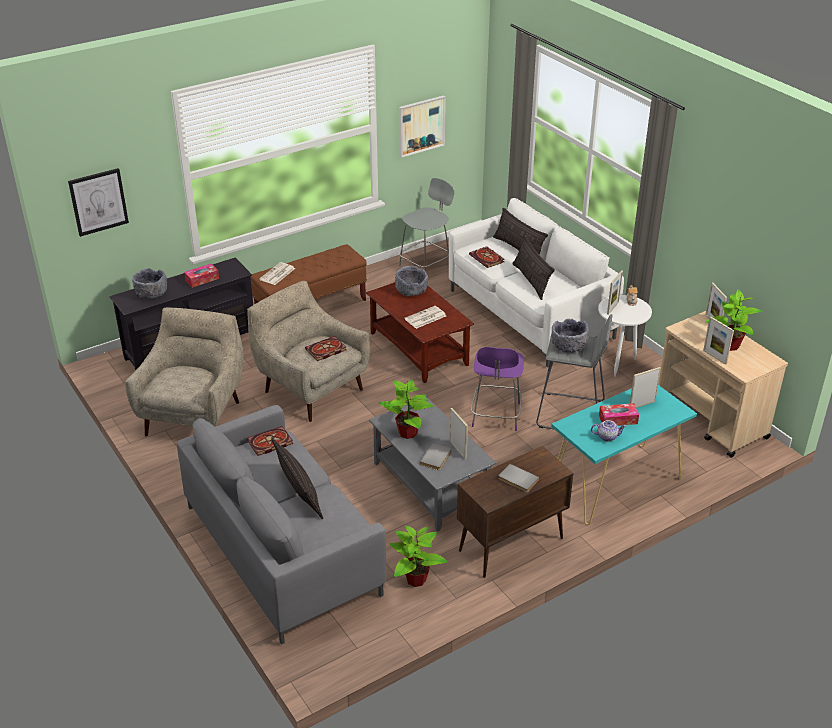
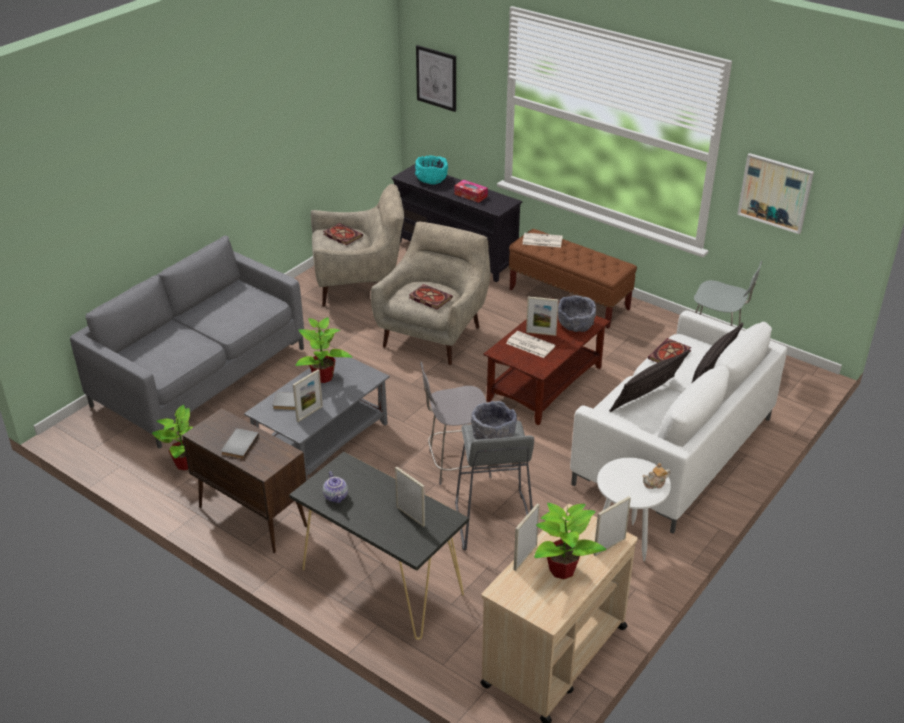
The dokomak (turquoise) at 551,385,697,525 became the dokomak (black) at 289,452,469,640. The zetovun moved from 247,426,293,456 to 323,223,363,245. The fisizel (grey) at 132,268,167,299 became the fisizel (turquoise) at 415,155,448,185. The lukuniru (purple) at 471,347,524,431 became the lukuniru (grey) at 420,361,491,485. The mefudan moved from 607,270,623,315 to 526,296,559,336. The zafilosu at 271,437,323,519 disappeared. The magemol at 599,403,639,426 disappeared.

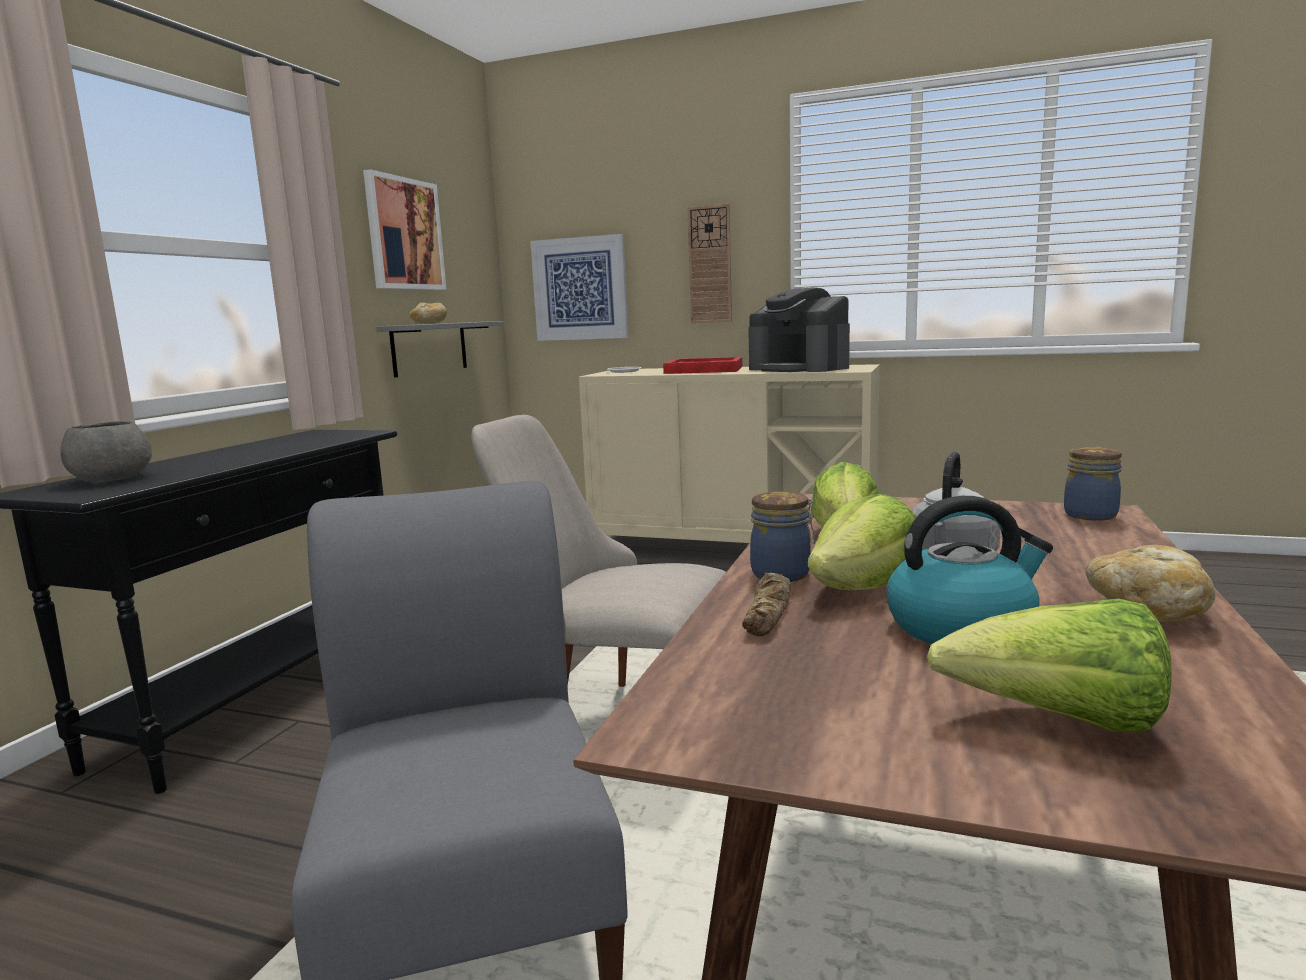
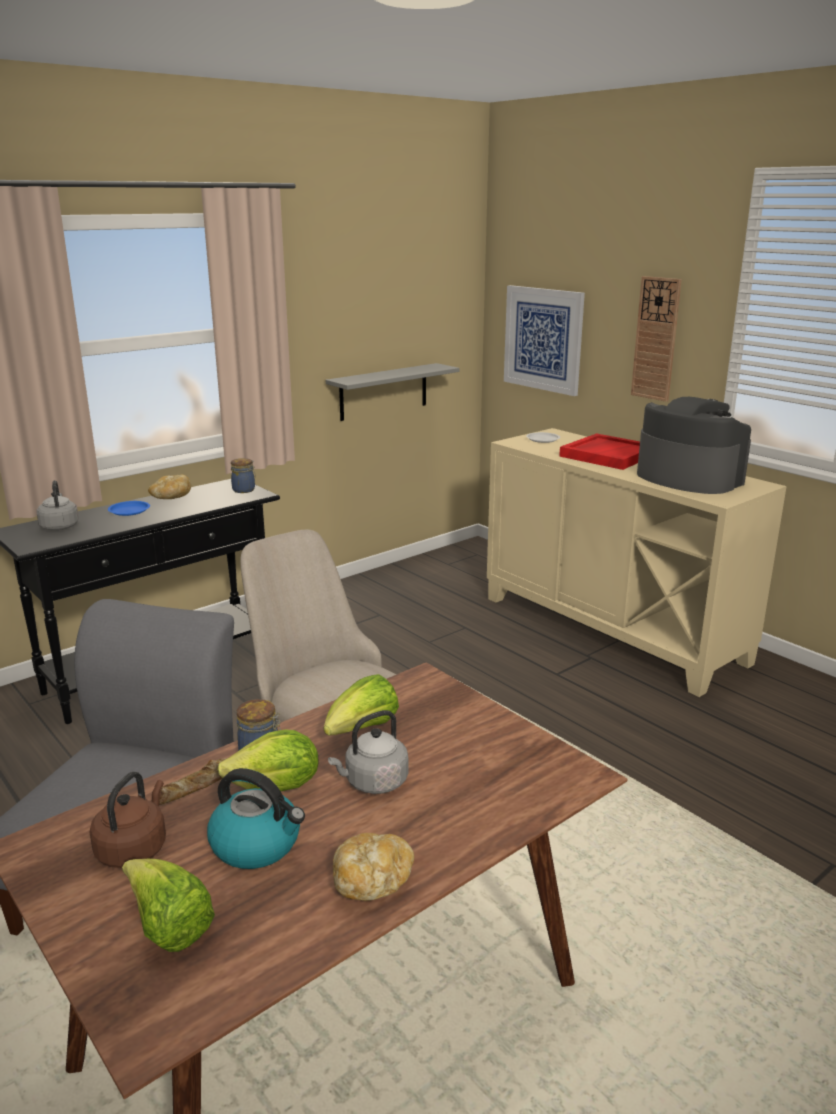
The fisizel (grey) at 60,421,152,482 was replaced by the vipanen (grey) at 36,480,79,530. The vipanen (brown) at 89,772,166,868 appeared. The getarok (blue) at 108,501,150,516 appeared. The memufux moved from 409,303,447,324 to 148,475,191,499. The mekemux moved from 1064,447,1122,521 to 231,458,256,493. The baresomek at 748,287,850,372 turned 150 degrees clockwise. The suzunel at 363,169,446,290 disappeared.

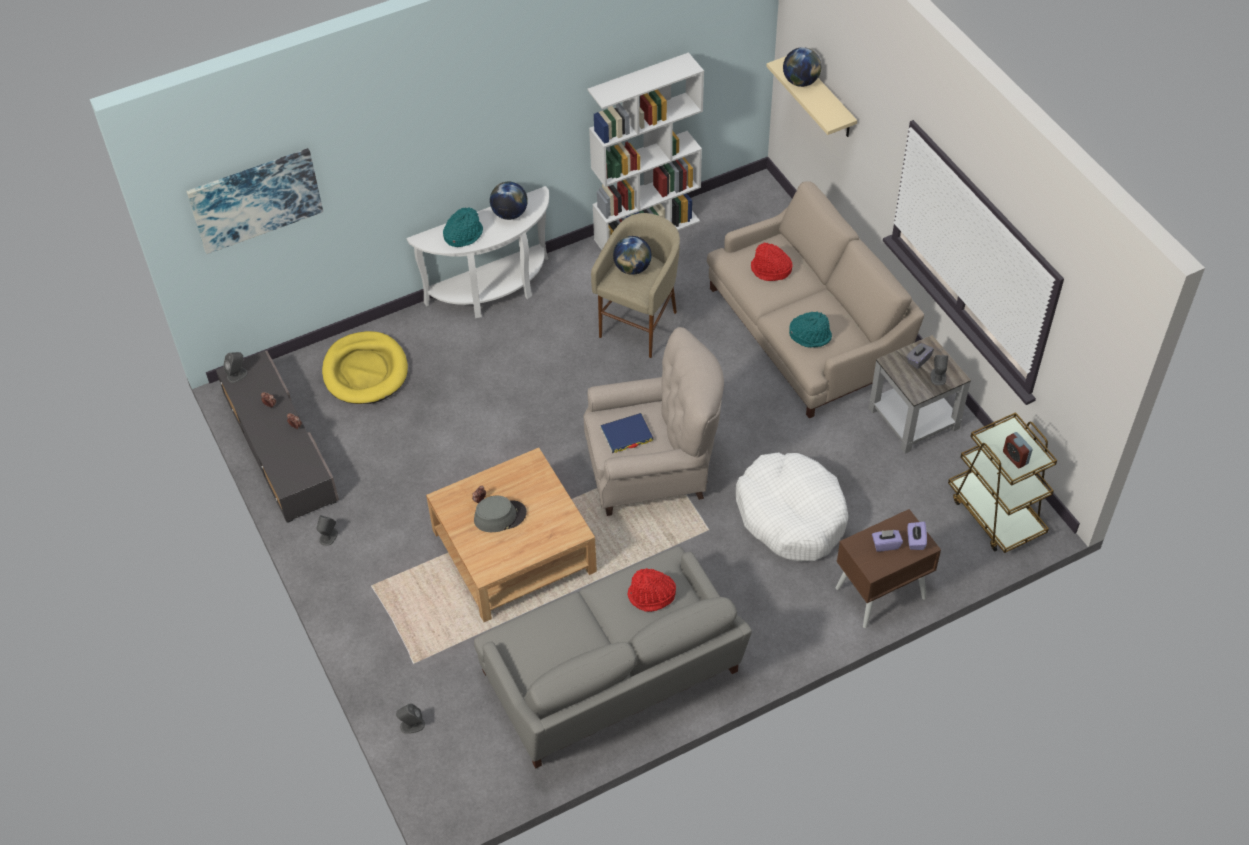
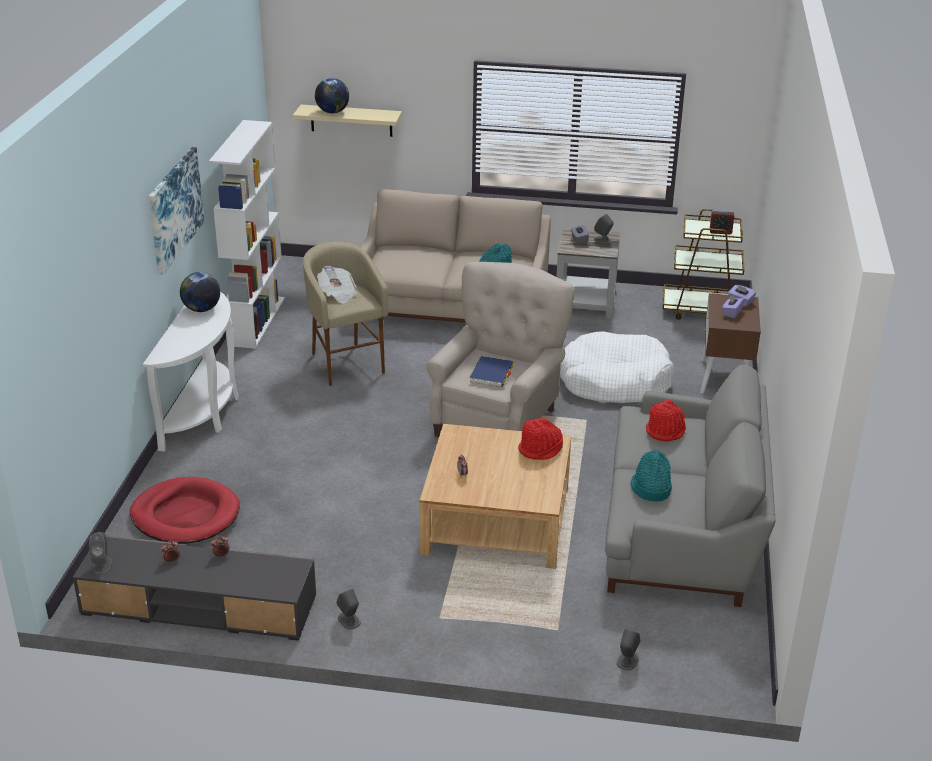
The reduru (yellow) at 322,331,408,404 became the reduru (red) at 130,477,240,544. The suzunel moved from 186,148,323,254 to 148,147,204,275. The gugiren at 613,236,652,275 was replaced by the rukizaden at 317,266,358,304. The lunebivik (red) moved from 751,243,793,281 to 518,418,563,460. The lunebivik (turquoise) moved from 443,207,483,247 to 631,449,672,501. The lunebivik (grey) at 474,495,527,532 disappeared.

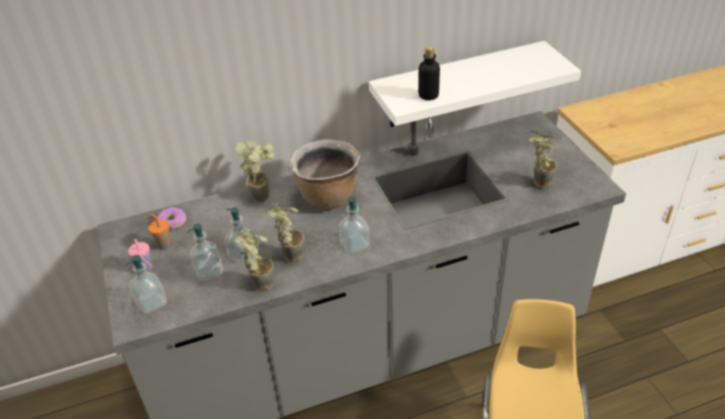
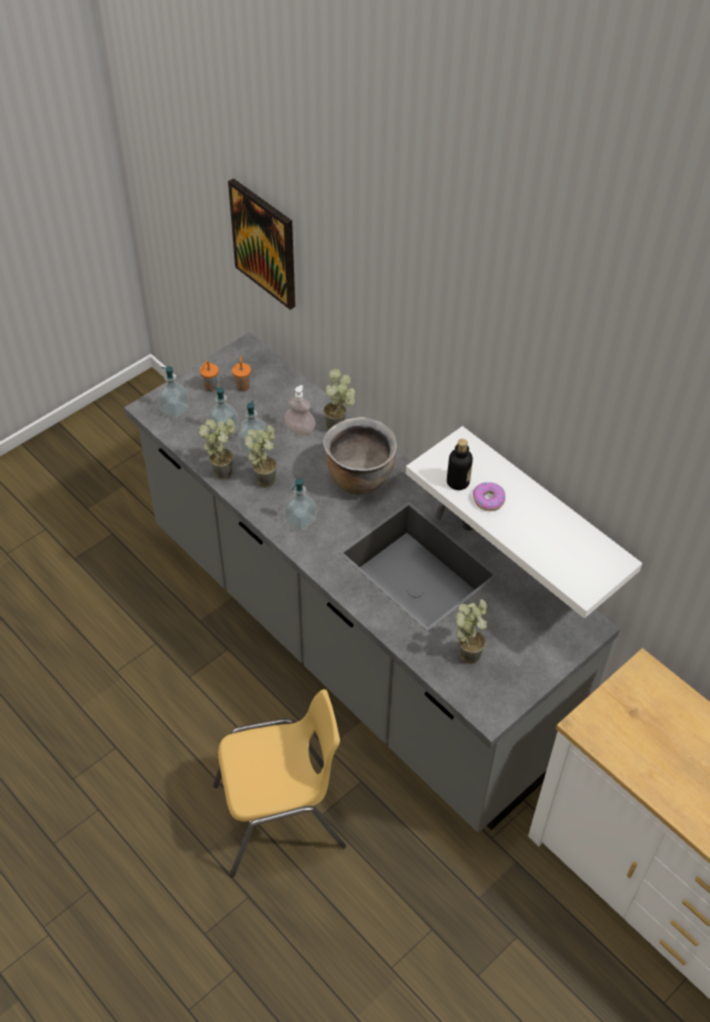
The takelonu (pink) at 128,239,152,272 became the takelonu (orange) at 200,361,219,392. The suzunel at 228,178,295,310 appeared. The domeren at 284,385,316,435 appeared. The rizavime moved from 157,207,186,229 to 473,482,505,511.

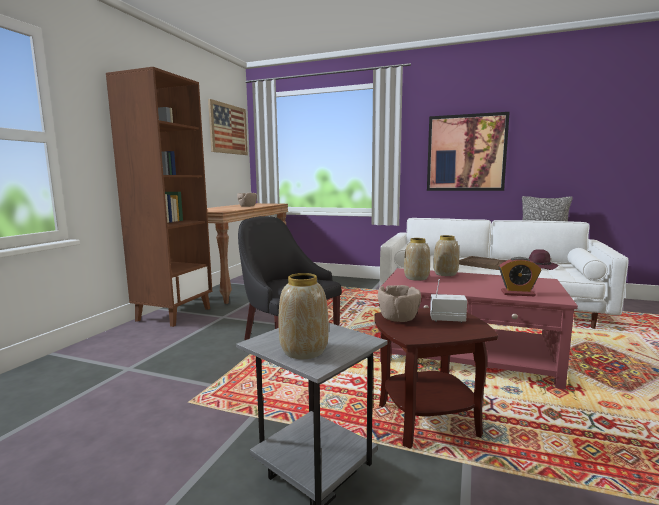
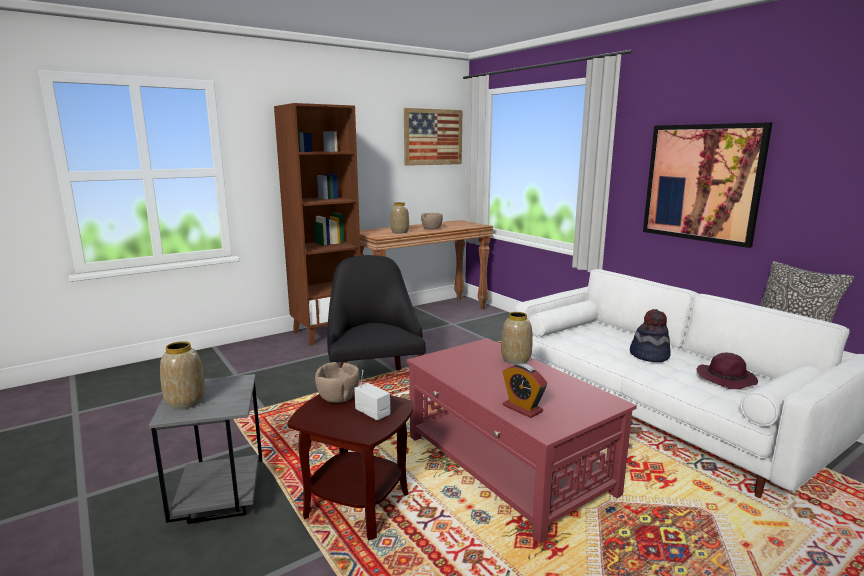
The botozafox moved from 404,238,430,281 to 390,202,409,233. The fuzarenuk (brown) at 459,256,507,270 was replaced by the lunebivik at 630,309,671,362.

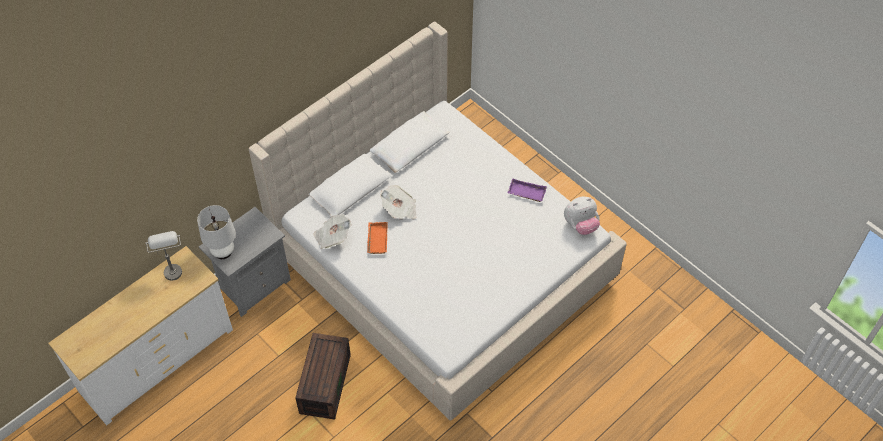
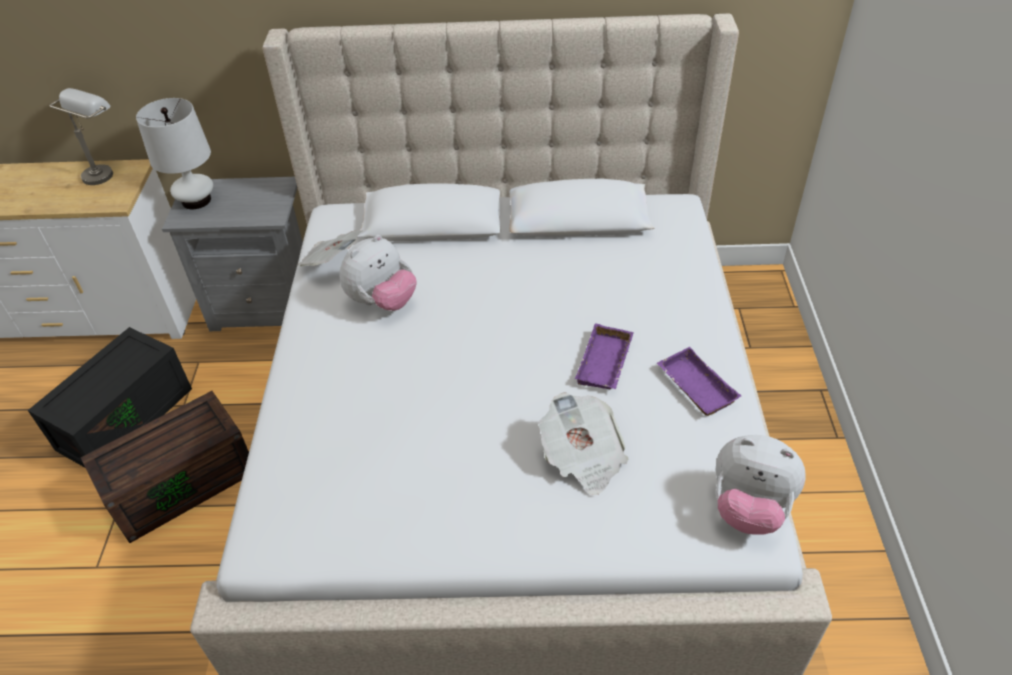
The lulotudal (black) at 28,327,192,468 appeared. The fuzarenuk (orange) at 367,222,388,254 was replaced by the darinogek at 339,235,416,311. The rukizaden moved from 380,185,416,220 to 539,392,629,495. The fuzarenuk (purple) at 575,323,634,389 appeared.

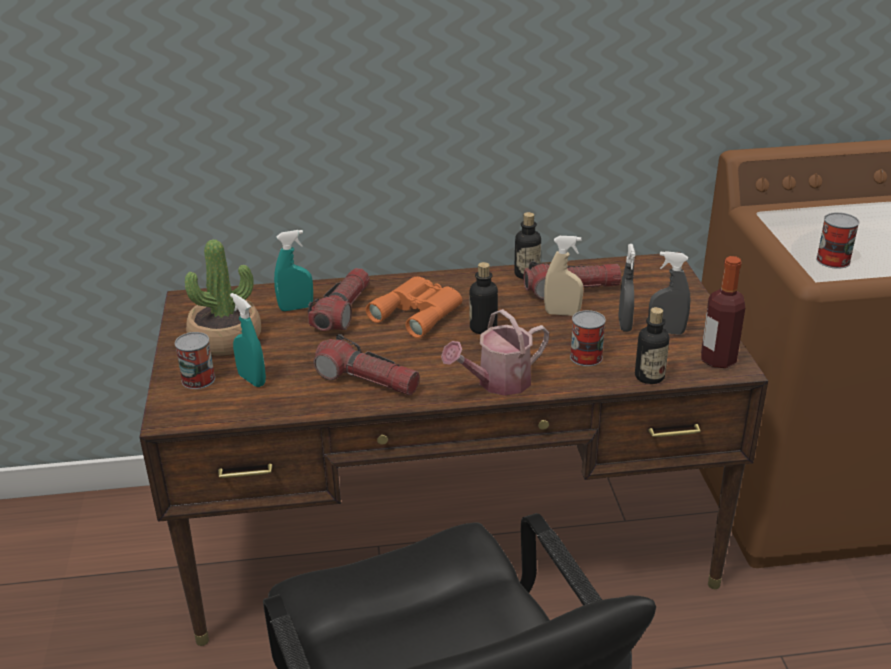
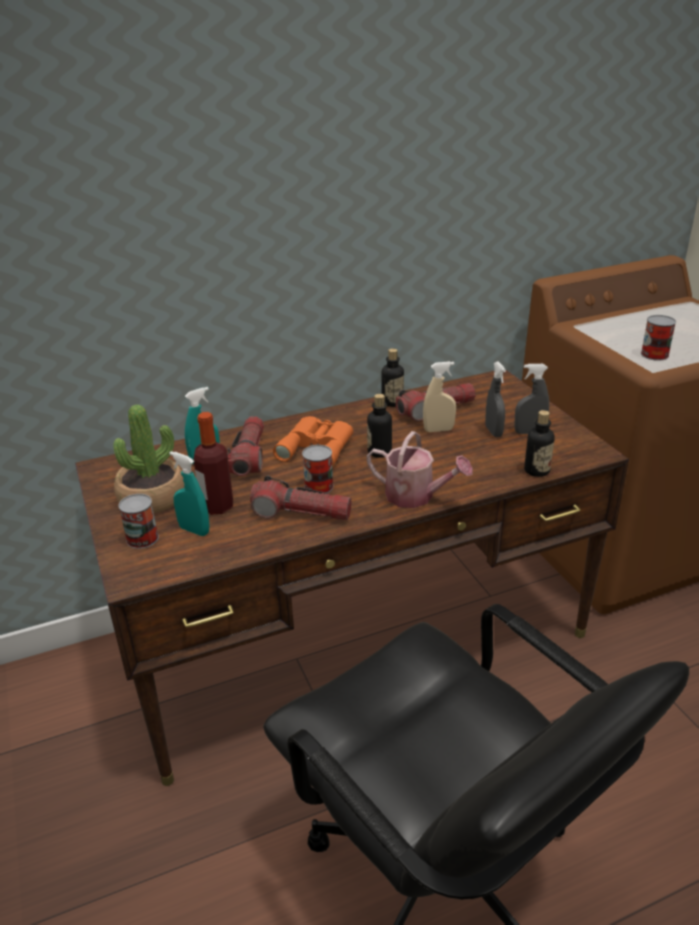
The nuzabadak moved from 701,256,745,368 to 193,412,233,515. The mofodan moved from 570,310,606,366 to 302,445,334,494. The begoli at 441,309,549,396 turned 105 degrees counterclockwise.

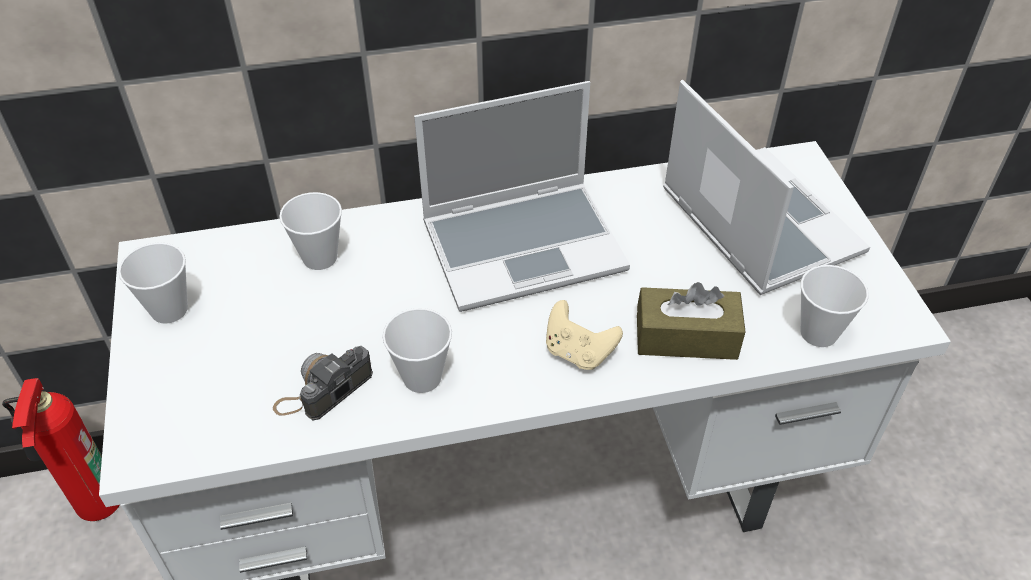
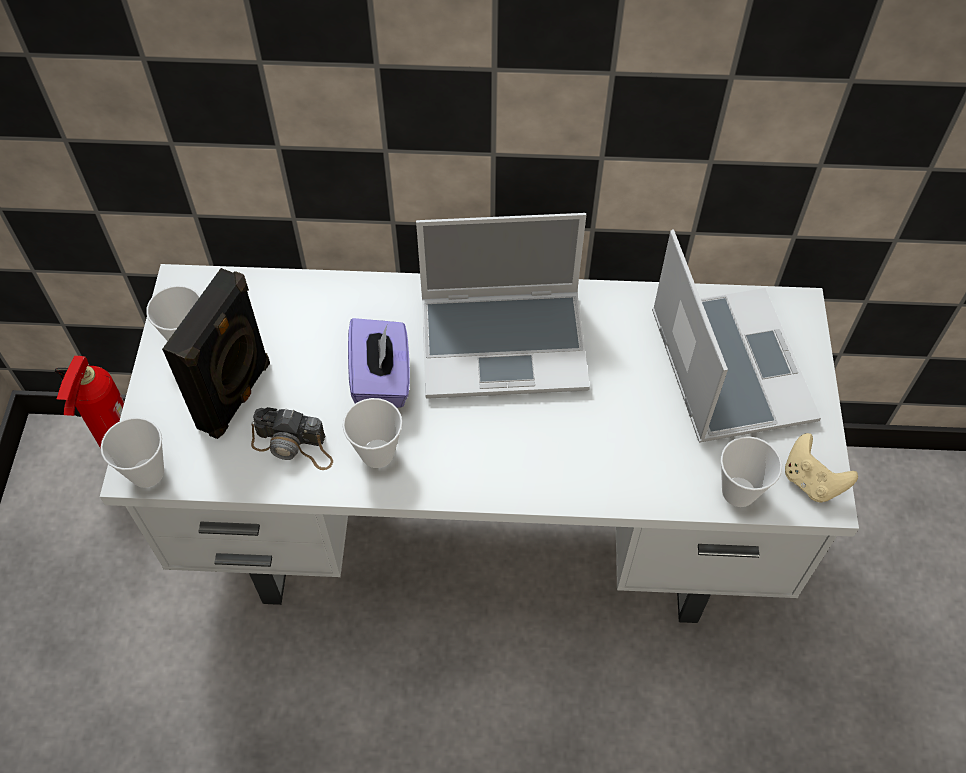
The takelonu moved from 279,192,342,270 to 100,417,164,488. The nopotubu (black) at 162,268,270,439 appeared. The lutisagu at 273,346,373,421 turned 135 degrees counterclockwise. The magemol (purple) at 348,318,410,408 appeared. The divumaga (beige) moved from 546,300,623,370 to 785,433,858,502. The magemol (brown) at 637,282,746,360 disappeared.

